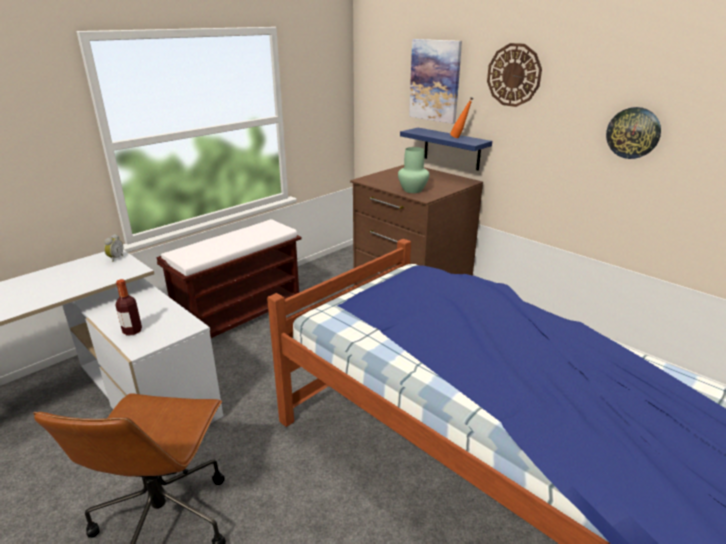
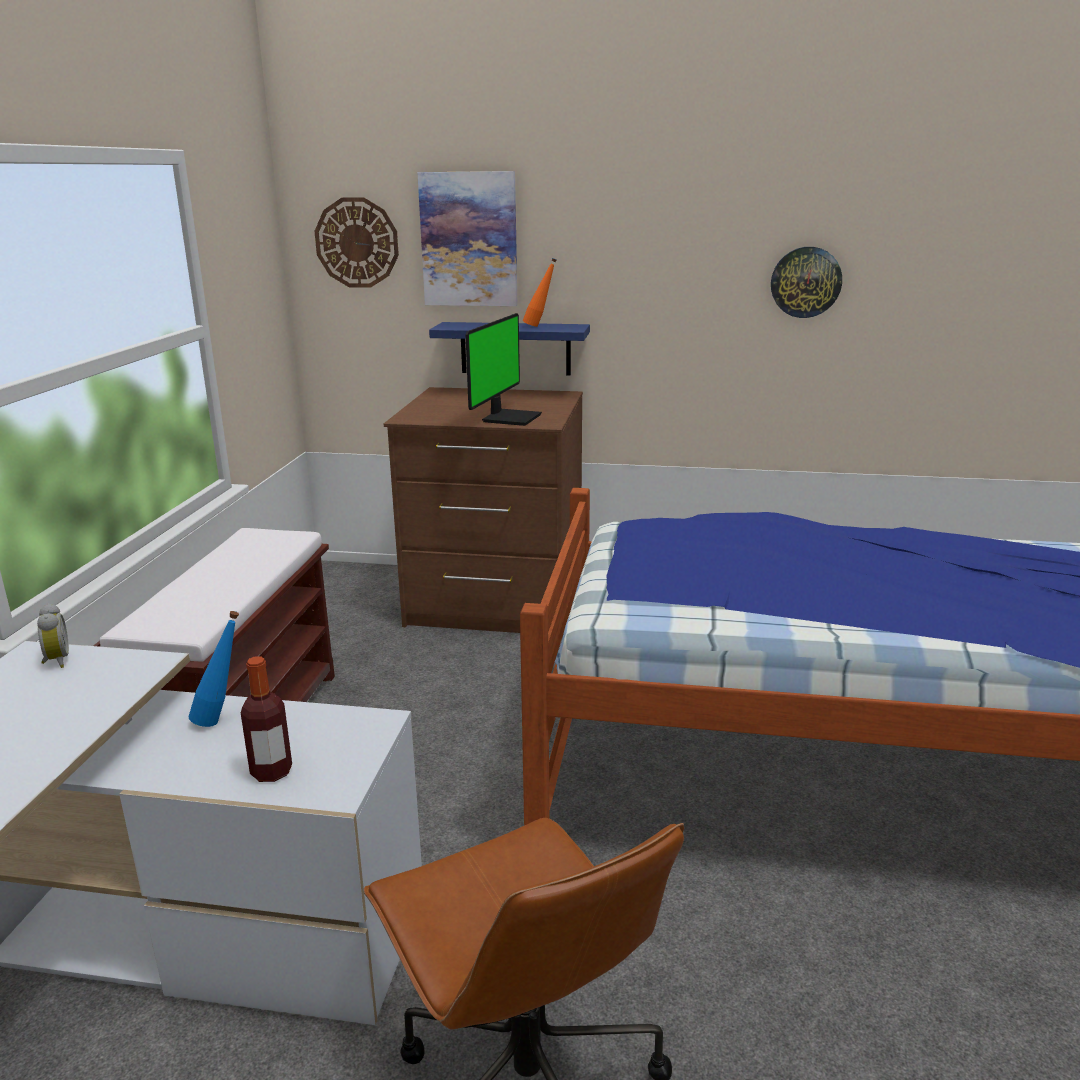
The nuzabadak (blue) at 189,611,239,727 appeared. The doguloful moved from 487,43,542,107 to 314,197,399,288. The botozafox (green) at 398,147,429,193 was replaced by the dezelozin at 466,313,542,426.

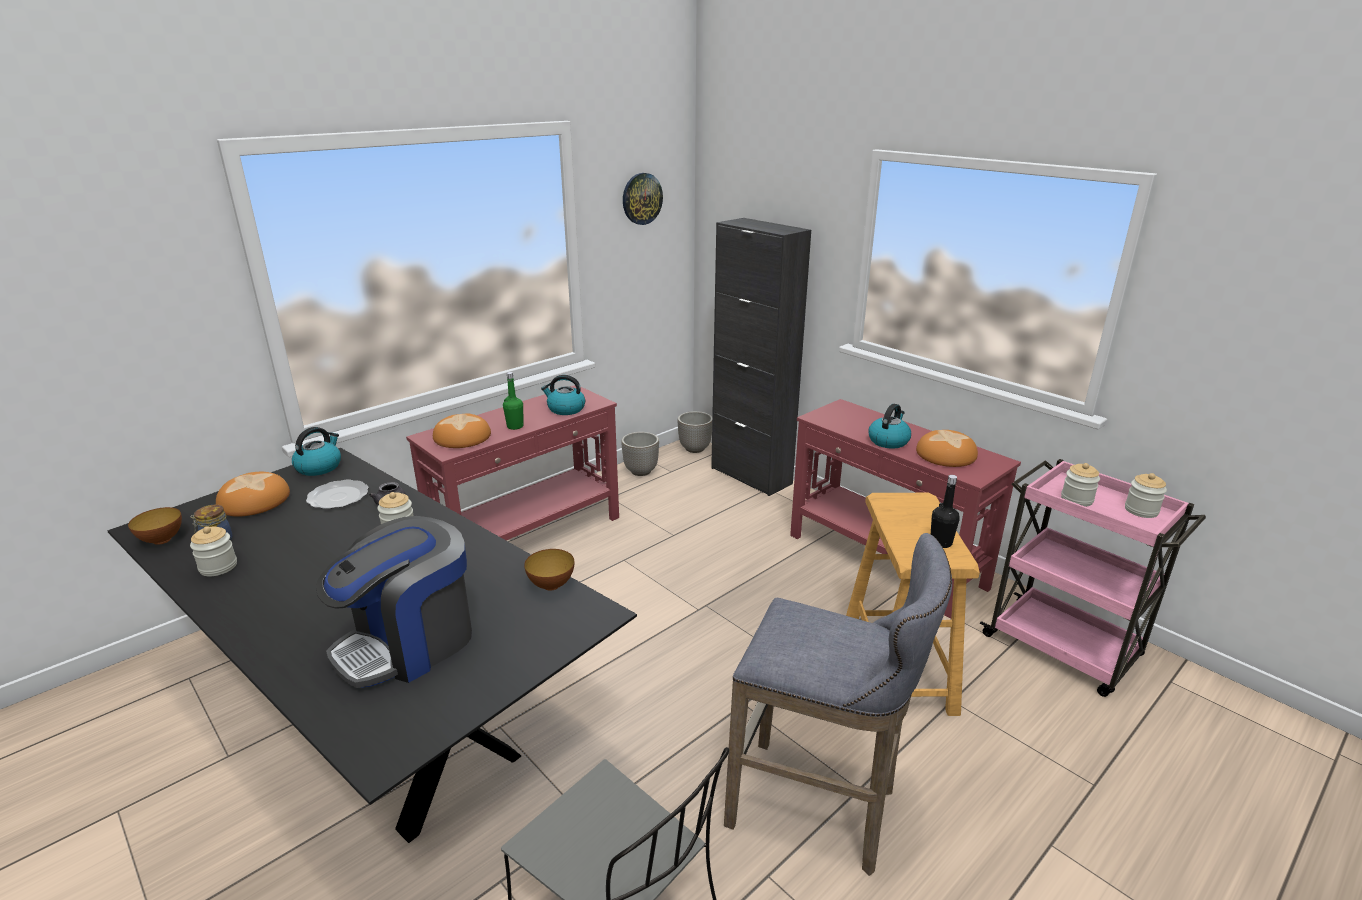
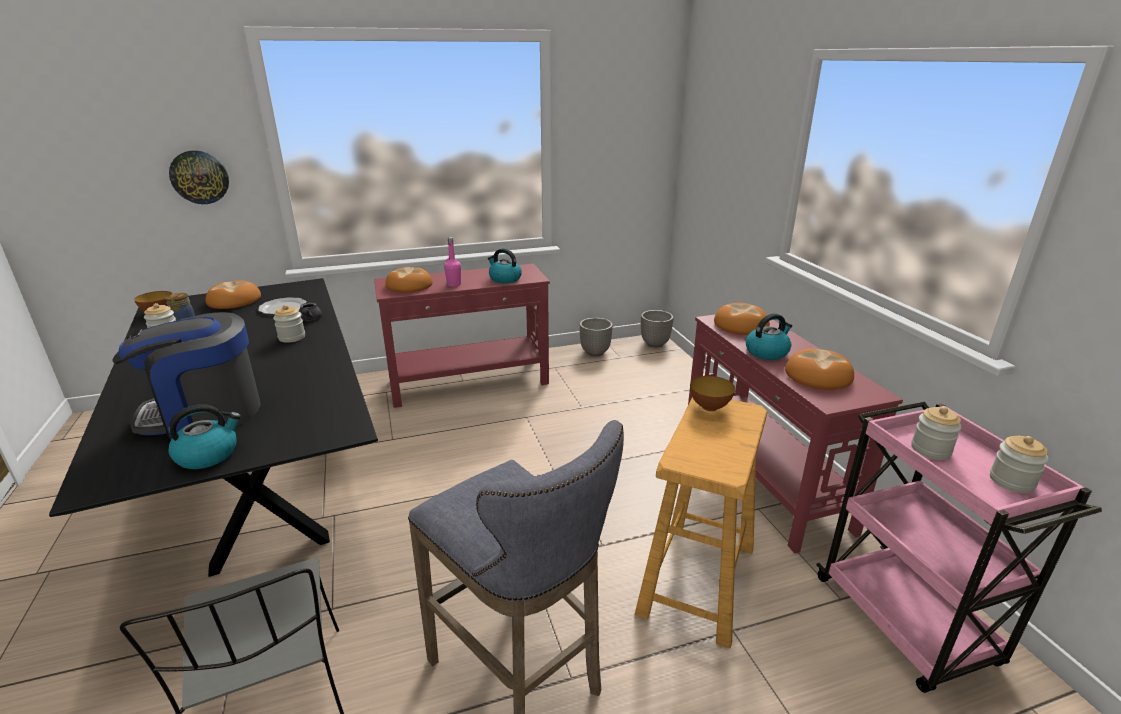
The doguloful moved from 623,173,663,225 to 169,150,229,204. The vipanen moved from 292,427,341,476 to 169,404,241,469. The nuzabadak (green) at 503,372,523,430 became the nuzabadak (pink) at 444,237,461,287. The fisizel moved from 524,549,575,591 to 690,376,735,411. The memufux at 714,303,770,335 appeared. The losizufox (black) at 711,218,811,496 disappeared. The nuzabadak (black) at 931,475,960,548 disappeared.

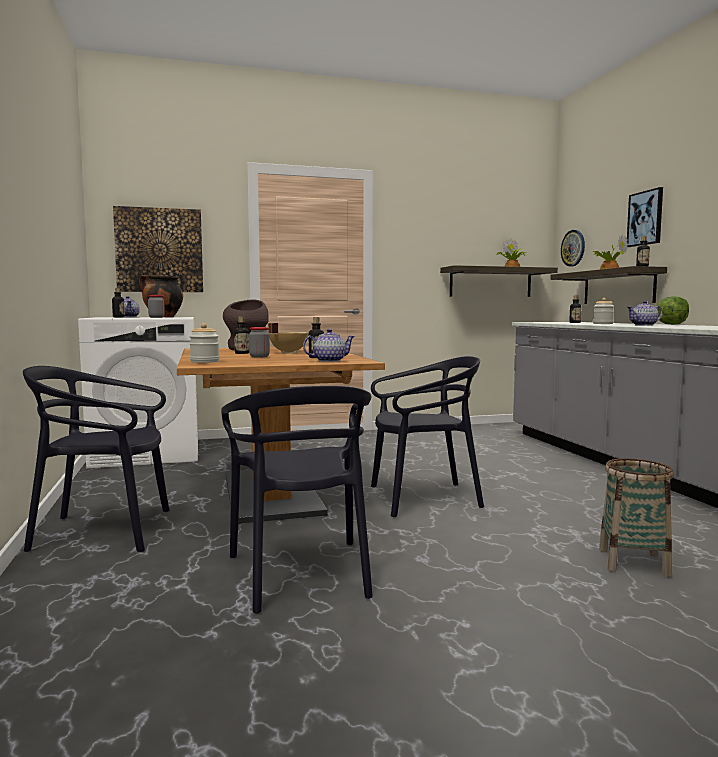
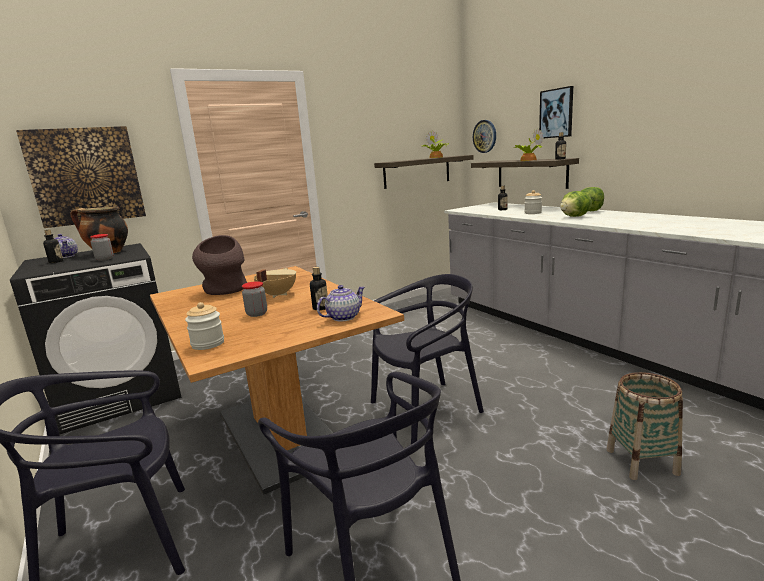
The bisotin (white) at 78,317,198,468 became the bisotin (black) at 10,243,182,435. The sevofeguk at 627,301,663,326 was replaced by the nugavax at 560,191,592,217. The nuzabadak at 234,317,249,354 disappeared.

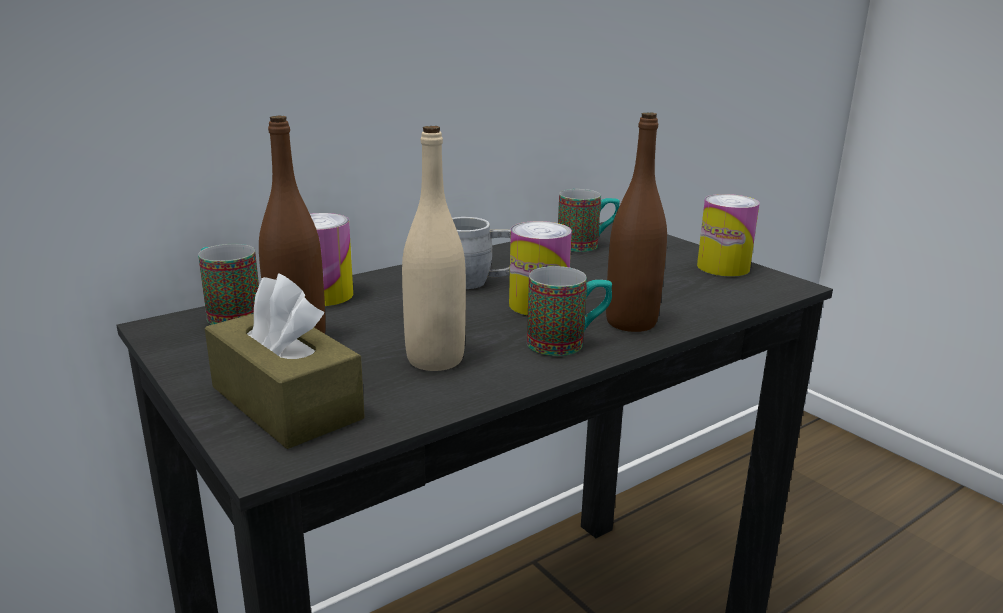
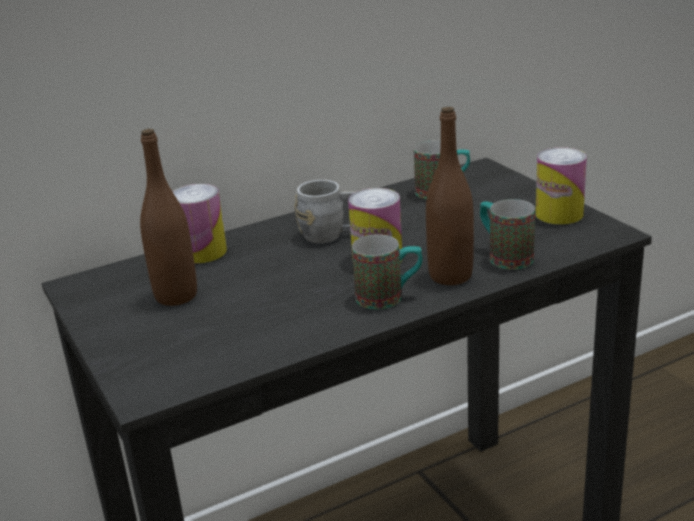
The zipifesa moved from 198,244,259,325 to 480,199,535,270. The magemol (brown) at 205,274,365,449 disappeared. The nuzabadak (beige) at 402,126,466,371 disappeared.

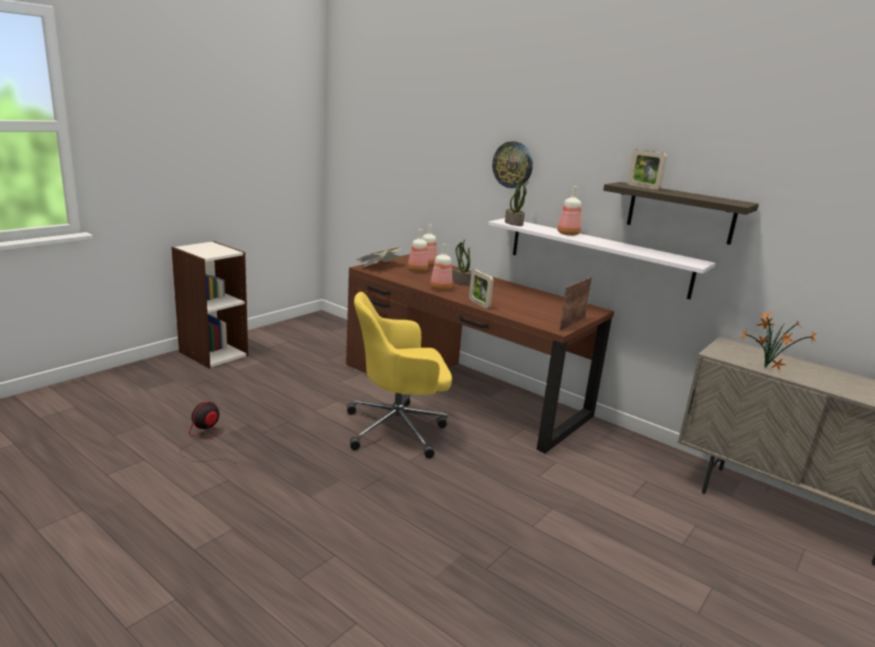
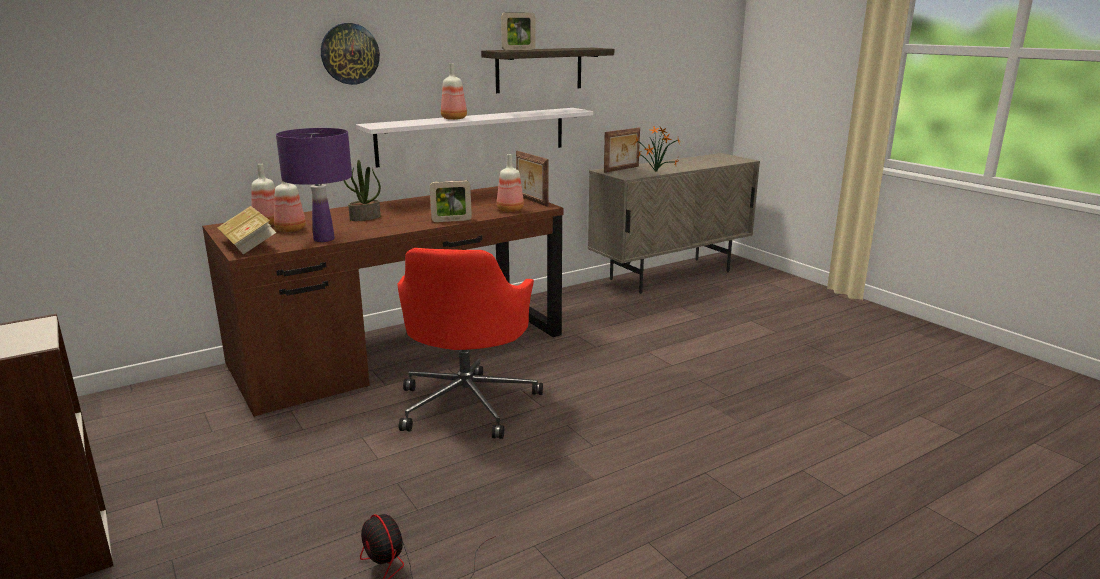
The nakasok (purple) at 276,128,352,242 appeared. The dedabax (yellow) at 347,292,452,458 became the dedabax (red) at 397,248,543,439. The nuzabadak moved from 430,244,453,290 to 497,154,524,212. The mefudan at 604,127,640,173 appeared. The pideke at 505,179,528,226 disappeared.

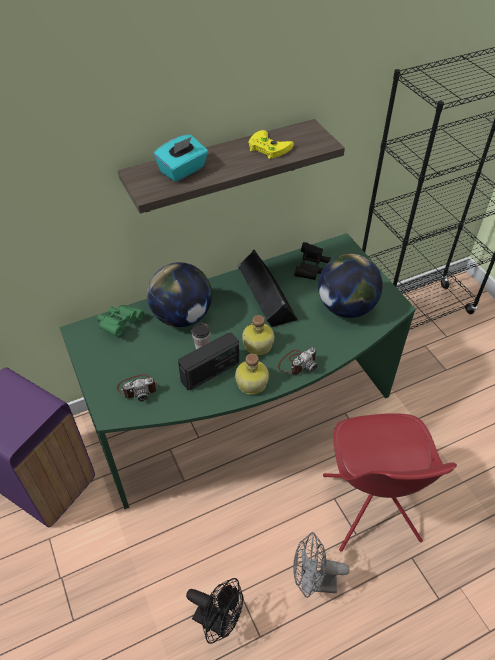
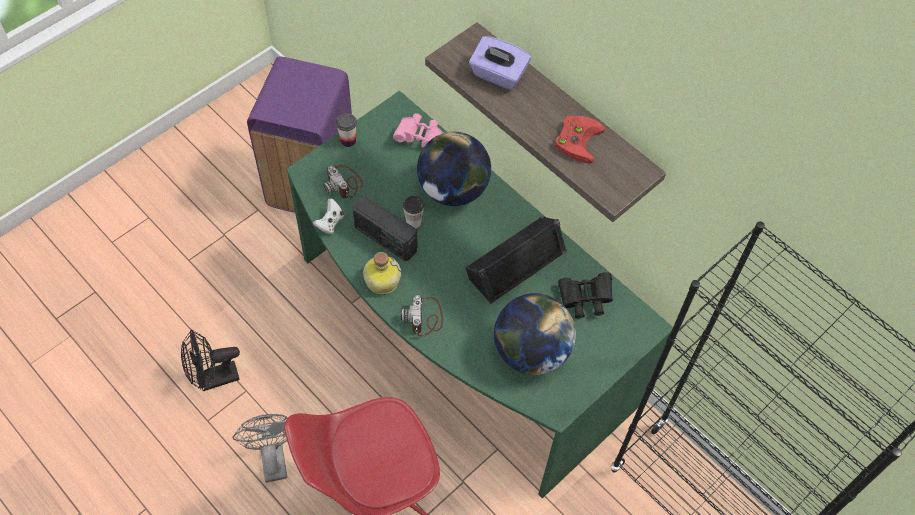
The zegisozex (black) at 186,578,243,644 turned 60 degrees clockwise. The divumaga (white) at 313,199,344,234 appeared. The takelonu at 336,113,357,147 appeared. The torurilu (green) at 97,305,145,337 became the torurilu (pink) at 393,113,443,148. The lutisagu at 278,348,318,375 turned 60 degrees clockwise. The magemol (turquoise) at 154,134,208,182 became the magemol (purple) at 469,36,531,90. The divumaga (yellow) at 249,130,294,159 became the divumaga (red) at 554,116,605,163. The nuzabadak at 242,315,275,355 disappeared.

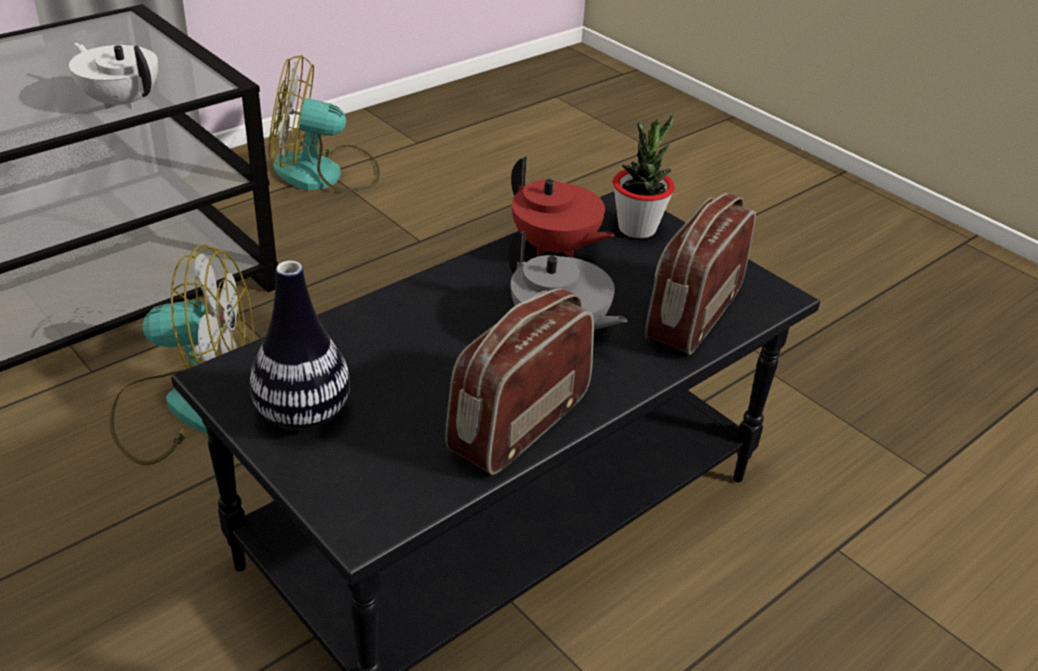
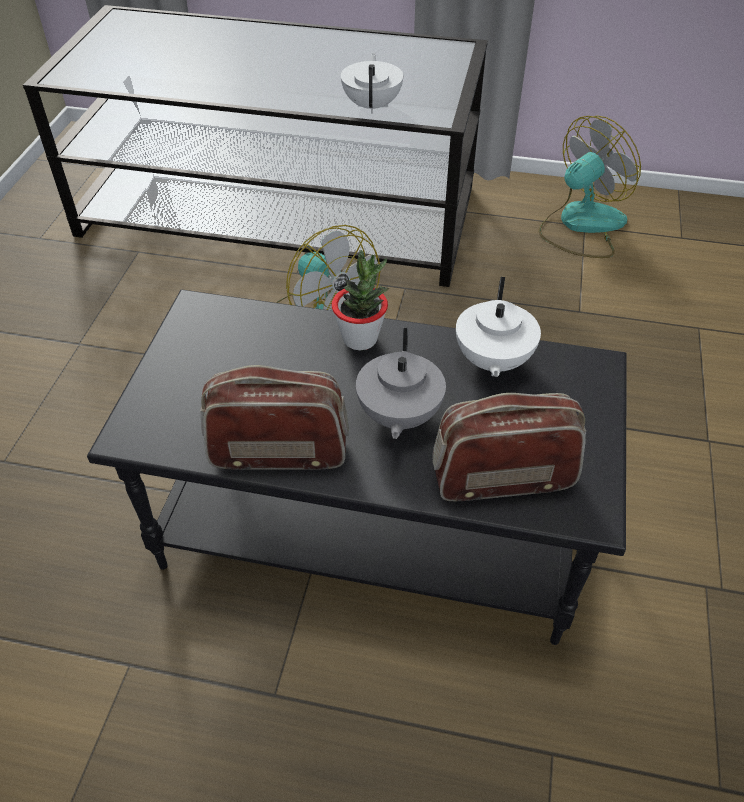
The pideke moved from 613,115,675,238 to 332,250,389,350. The sevofeguk (red) at 511,156,615,257 became the sevofeguk (white) at 456,277,541,377. The zegisozex at 269,55,380,192 turned 90 degrees clockwise. The botozafox at 250,261,350,430 disappeared.

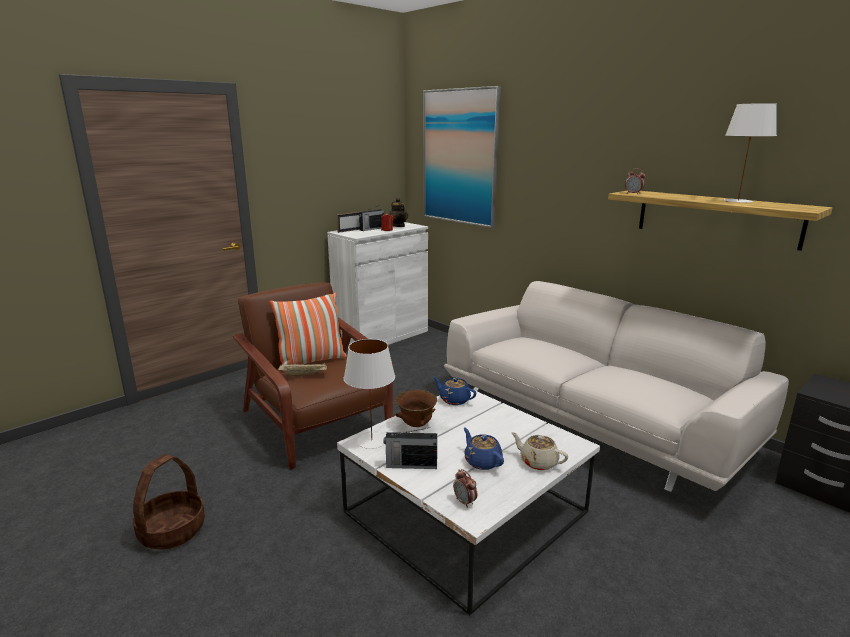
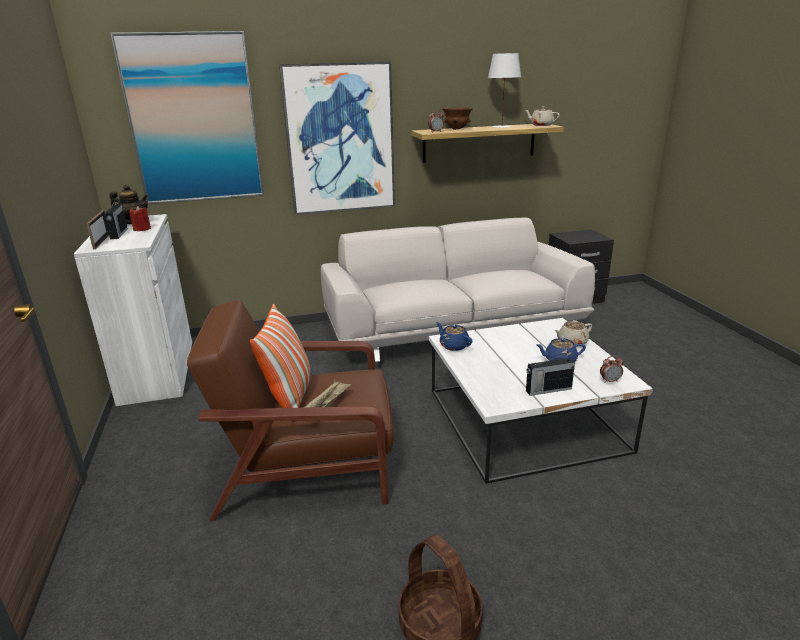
The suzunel at 279,61,395,215 appeared. The sevofeguk (blue) at 433,376,476,405 turned 75 degrees clockwise. The fisizel (brown) moved from 395,390,437,427 to 442,107,473,130. The sevofeguk (beige) at 525,106,560,126 appeared. The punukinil at 384,428,437,469 turned 45 degrees clockwise. The nakasok (white) at 344,339,395,449 disappeared.

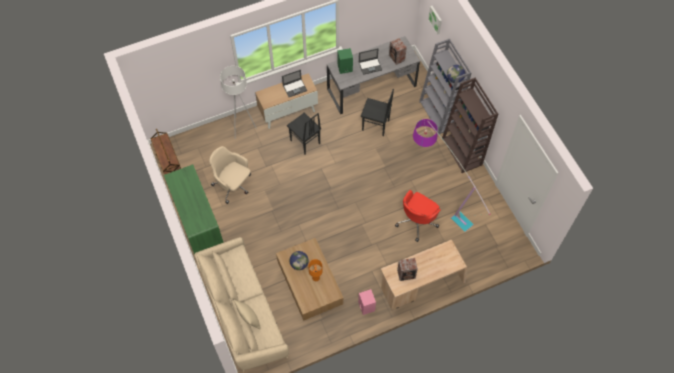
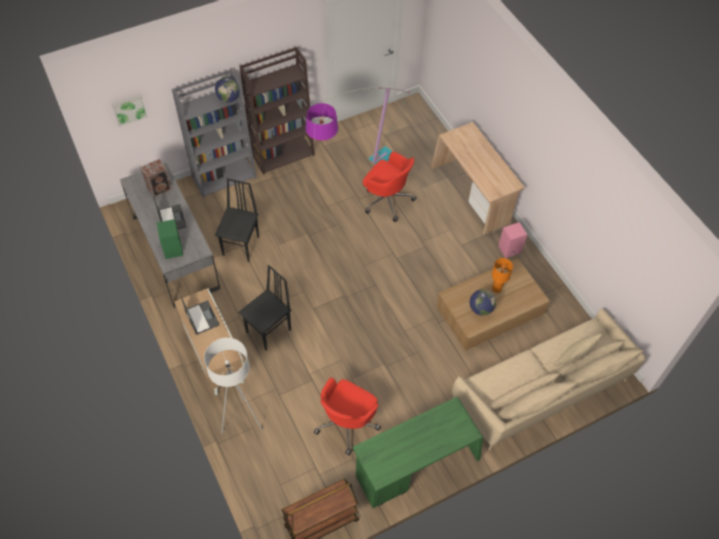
The dedabax (beige) at 209,146,251,204 became the dedabax (red) at 314,377,381,455. The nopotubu at 397,258,418,281 disappeared.

